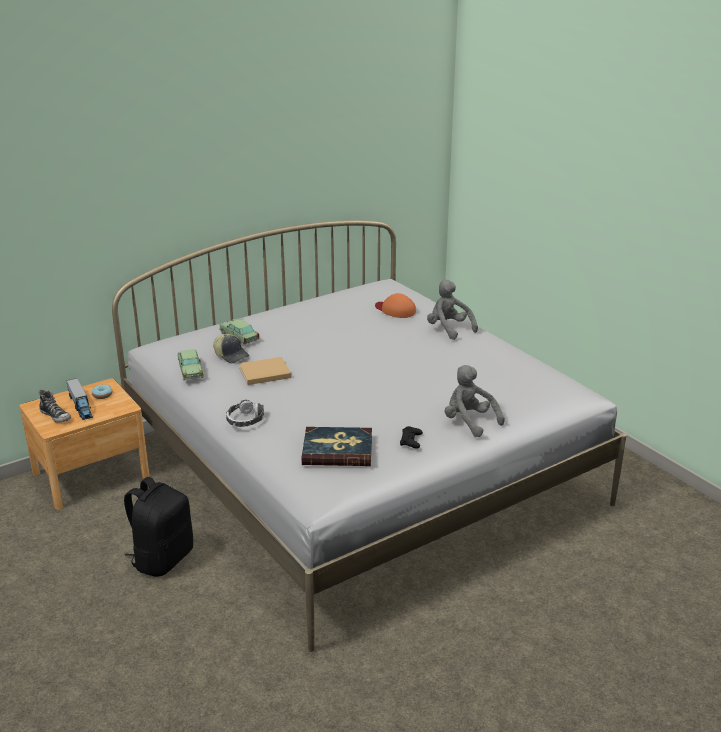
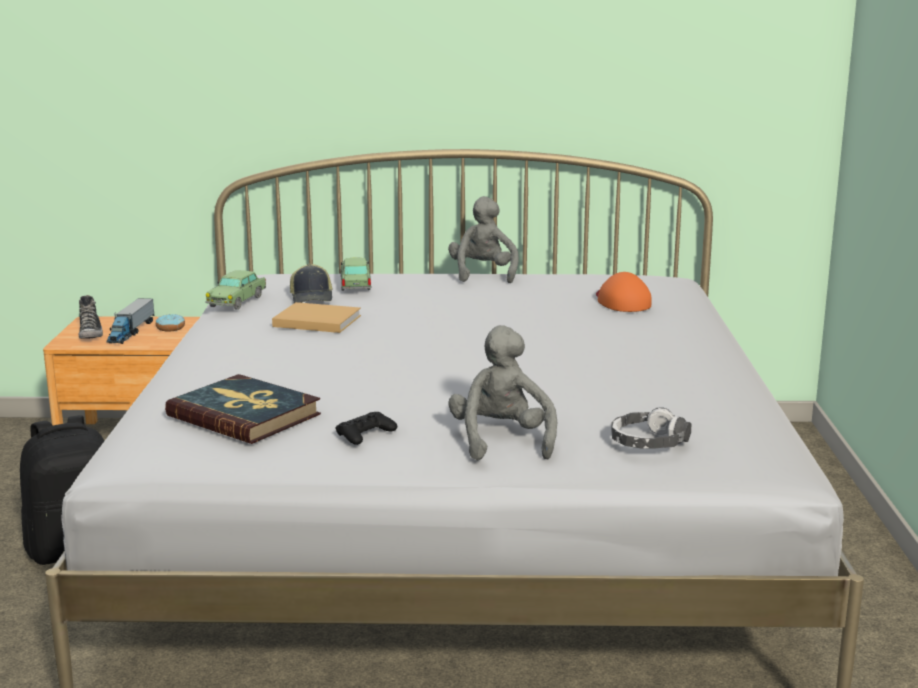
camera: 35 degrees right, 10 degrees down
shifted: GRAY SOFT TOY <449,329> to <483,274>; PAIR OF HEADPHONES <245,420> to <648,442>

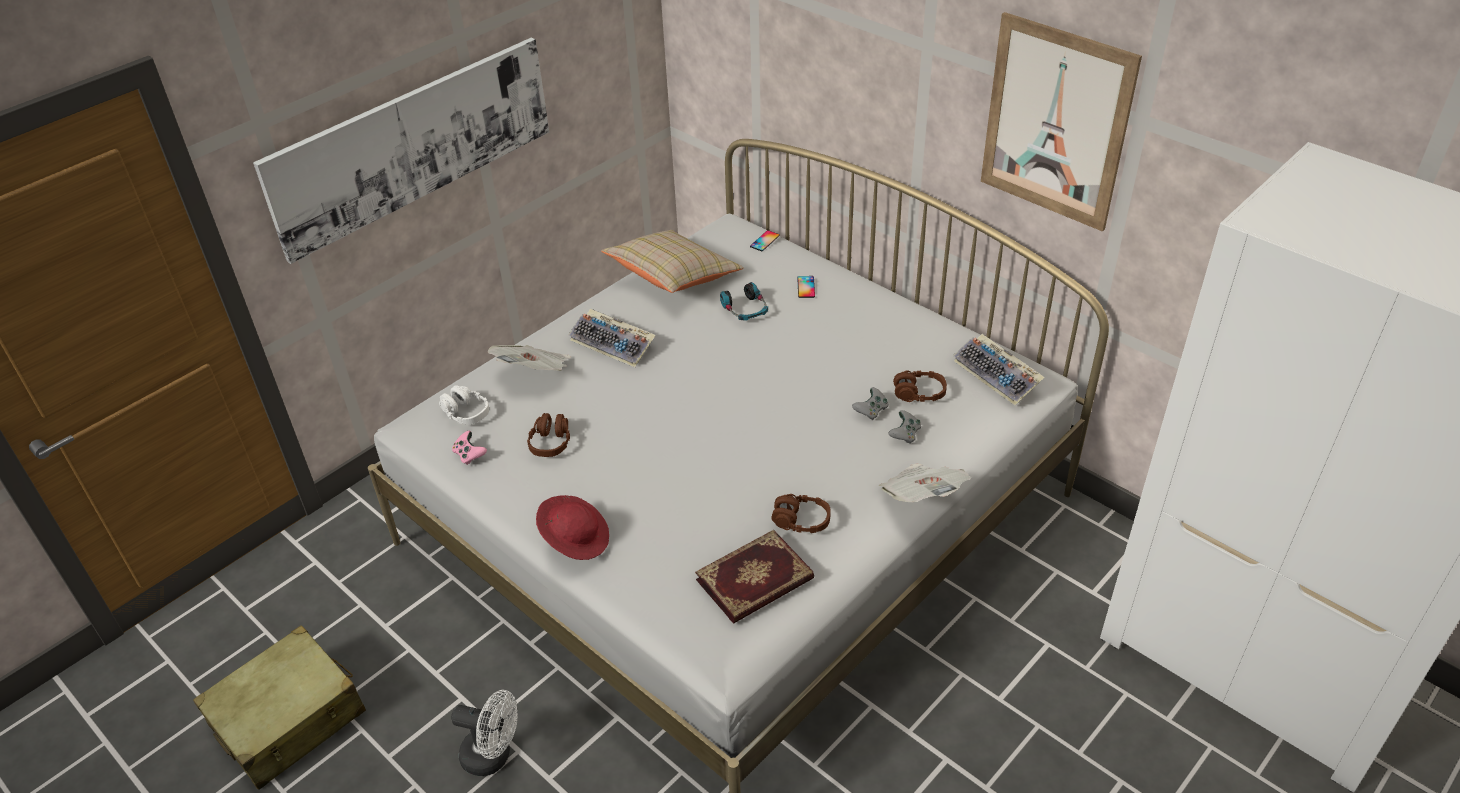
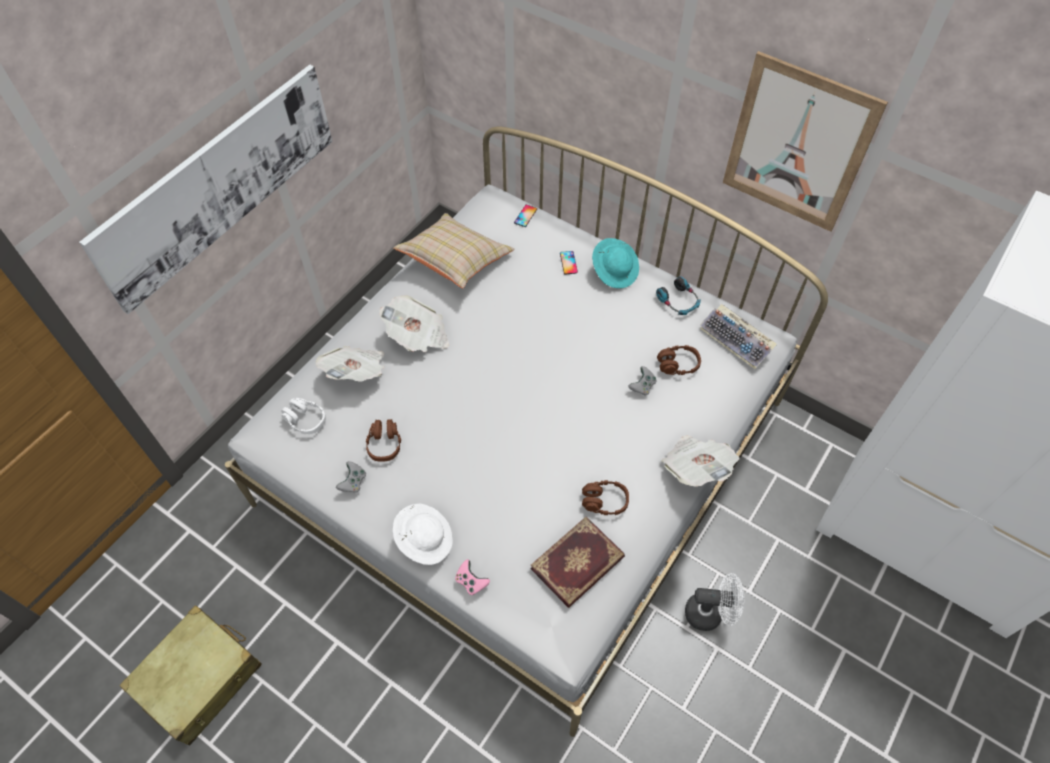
camera: 10 degrees left, 15 degrees up
new: TURQUOISE-COLOURED HAT <615,271>
shifted: PAIR OF HEADPHONES <745,310> to <678,301>; GRAY GAMEPAD <905,435> to <353,482>; PINK-COLOURED GAMEPAD <469,455> to <471,581>; WHITE-COLOURED ELECTRIC FAN <493,756> to <710,613>
swapped: PC KEYBOARD <614,343> to DAILY PAPER <418,336>
repainted: RED HAT <575,539> to WHITE-COLOURED HAT <424,539>

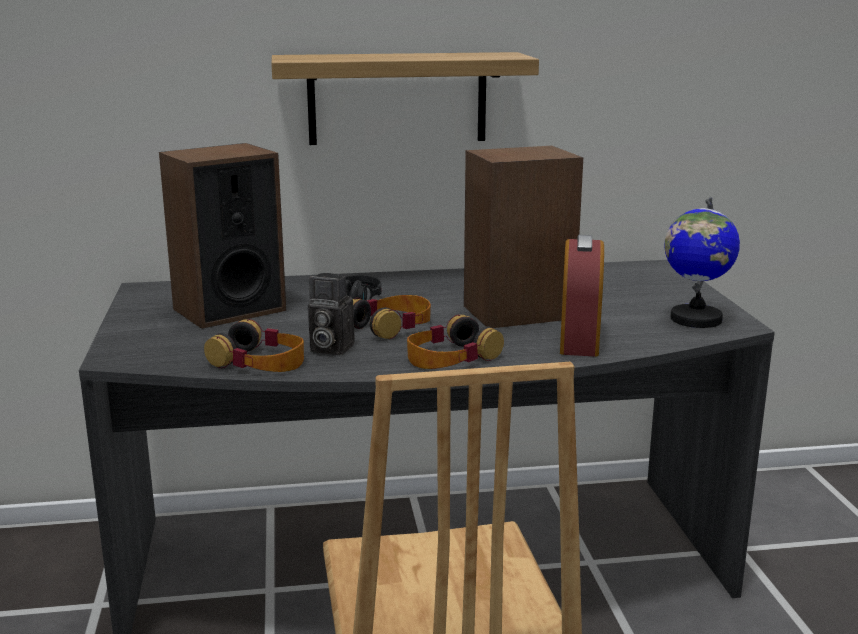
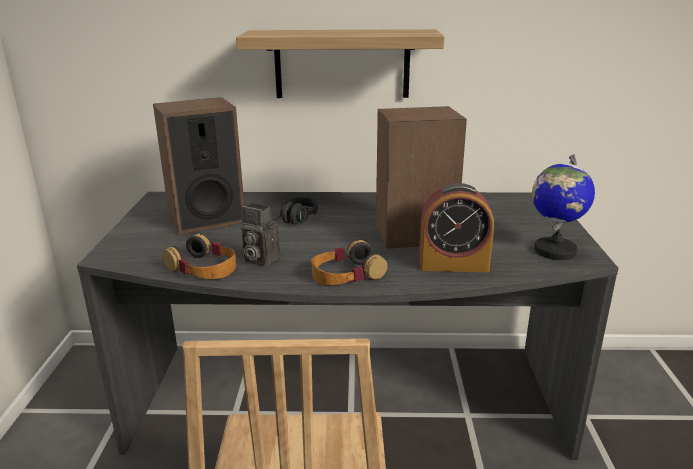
camera: 10 degrees right, 5 degrees up
gone: PAIR OF HEADPHONES <392,326>
rotated: TABLE CLOCK <579,340> = <453,264> 75 degrees clockwise

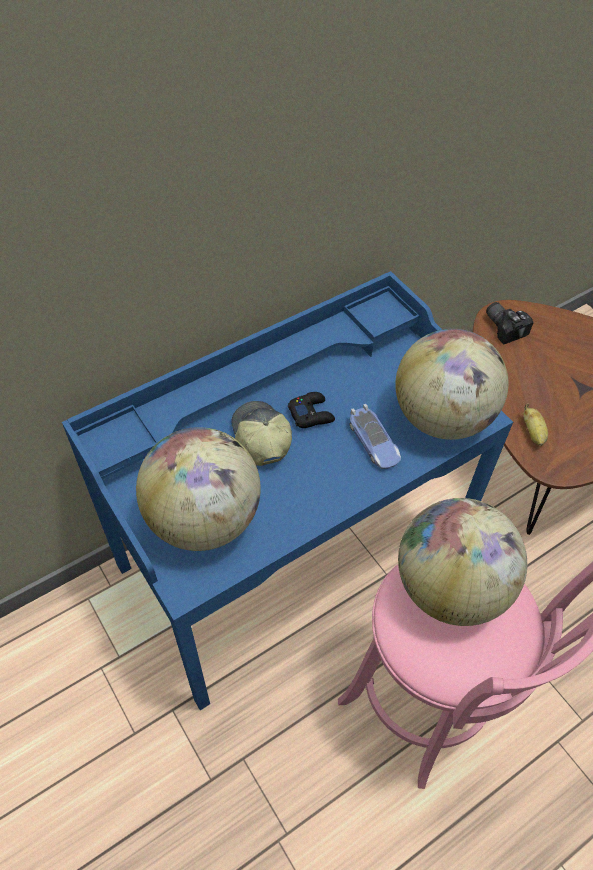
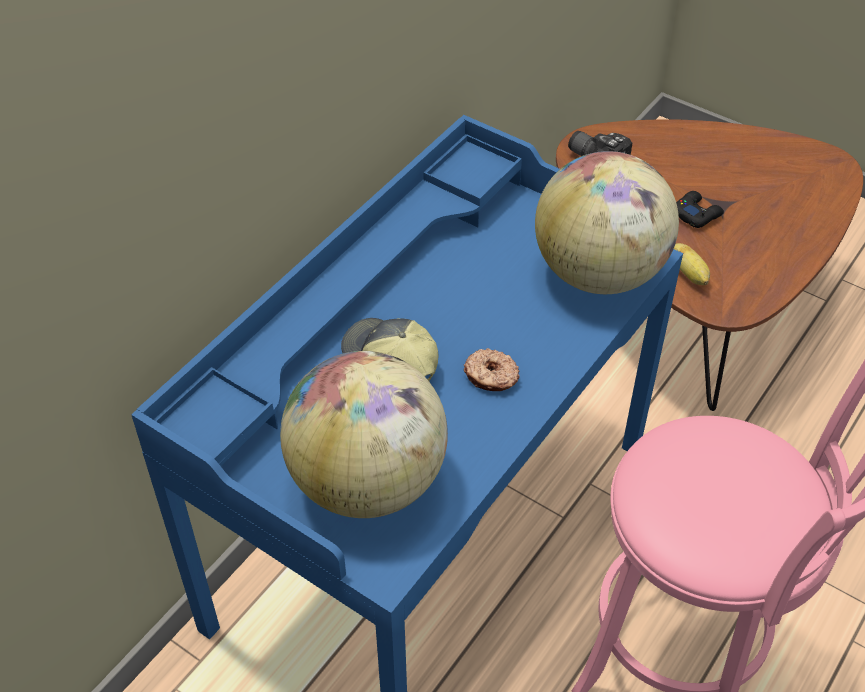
camera: 20 degrees left, 5 degrees down
gone: MINIATURE CAR <373,442>; WORLD GLOBE <450,587>
new: DONUT <491,377>
shifted: BLACKISH GAMEPAD <311,414> to <696,214>

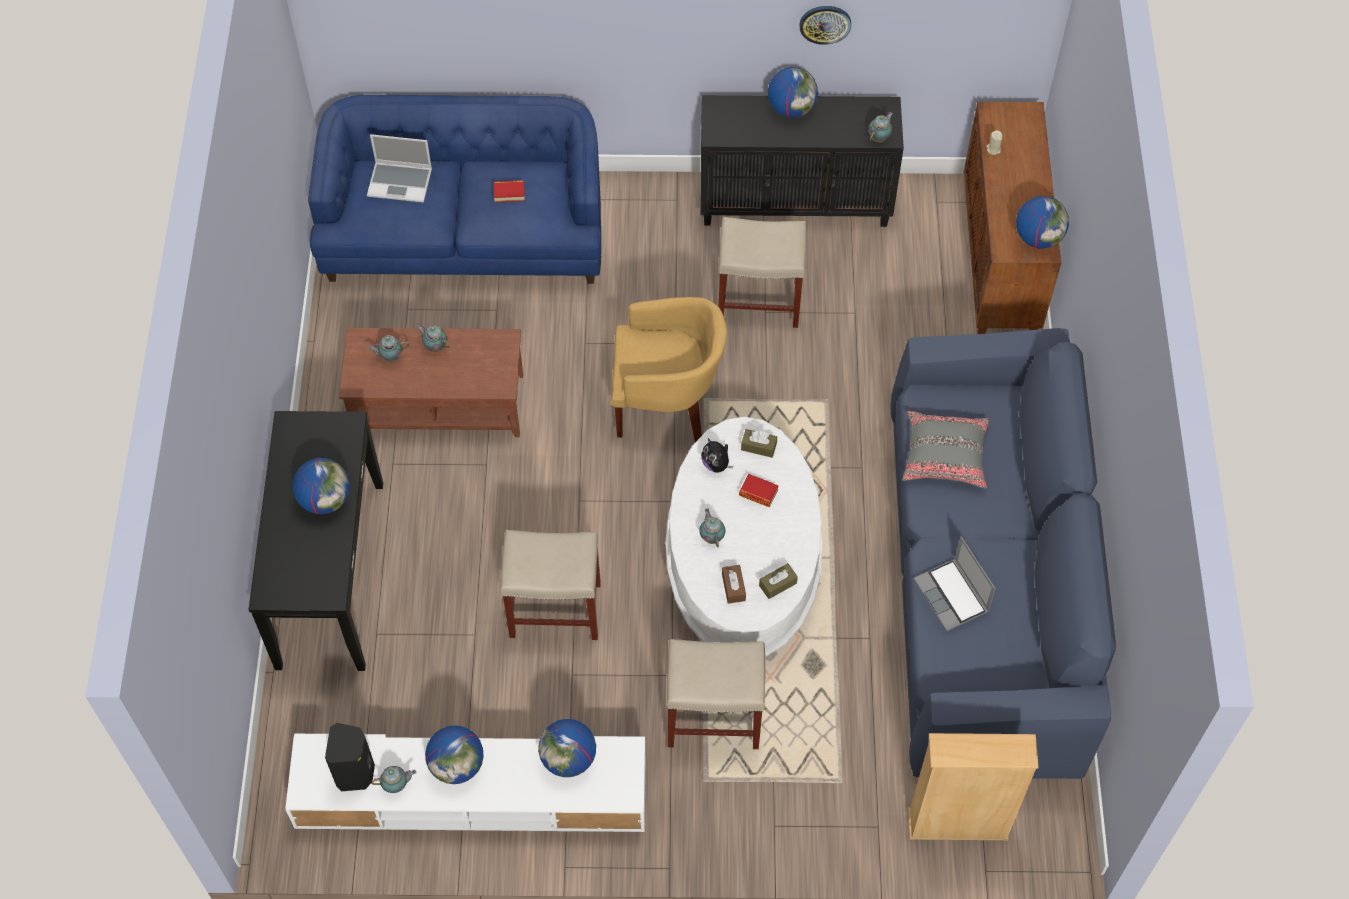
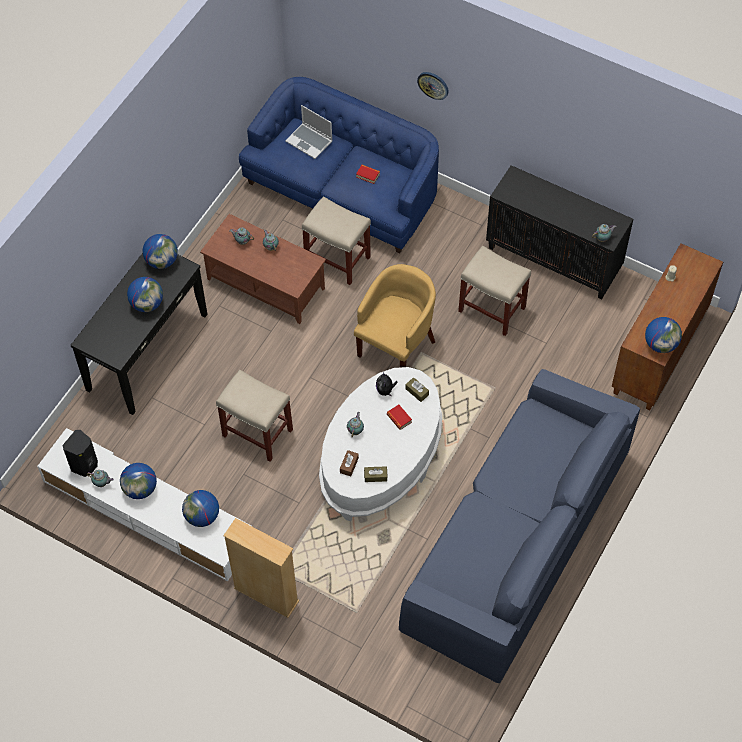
camera: 30 degrees right, 0 degrees up
gone: GRAY PILLOW <944,455>; PORTABLE COMPUTER <952,596>
shifted: CLOCK ON THE WALL <825,23> to <433,85>; WORLD GLOBE <791,108> to <162,261>; BEIGE STOOL <715,716> to <338,260>; BEIGE SHELVING UNIT <957,824> to <266,595>
rotated: YELLOW LOUNGE CHAIR <667,404> = <397,345> 90 degrees counterclockwise

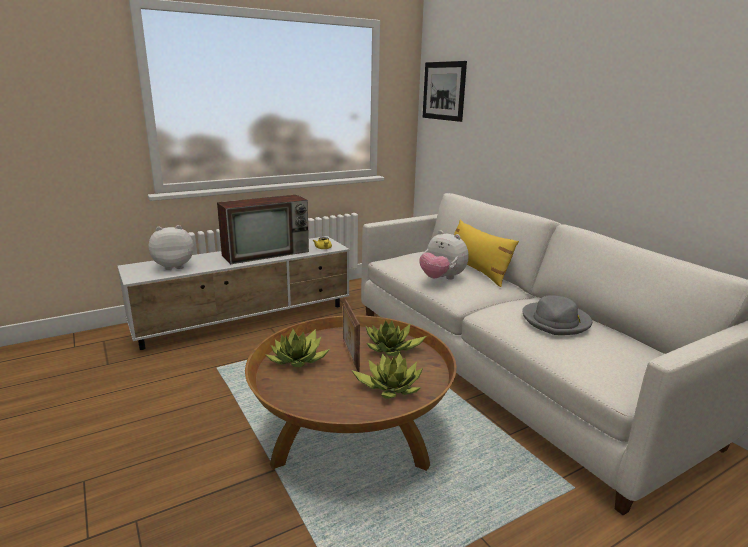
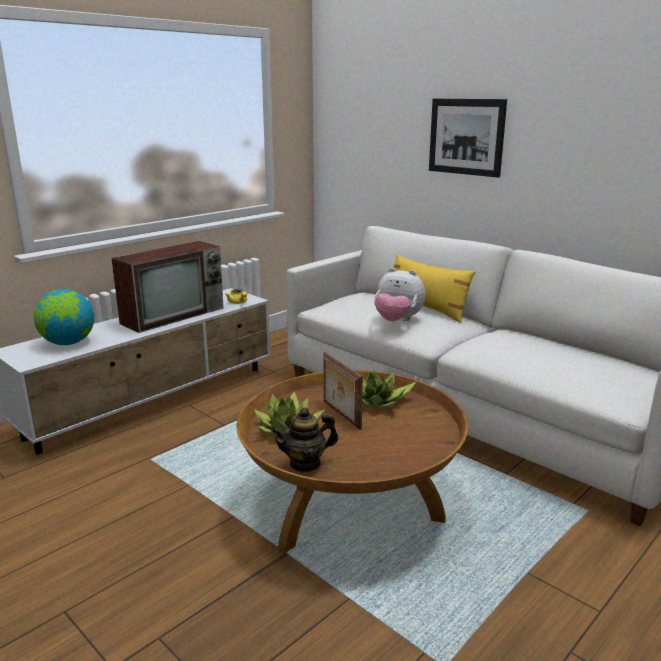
camera: 15 degrees left, 0 degrees up
gone: GRAY HAT <556,321>; PLANT IN A POT <390,387>
new: TEAPOT <305,463>
shifted: WALL ART <444,91> to <466,137>
swapped: SOFT TOY <174,266> to WORLD GLOBE <68,343>

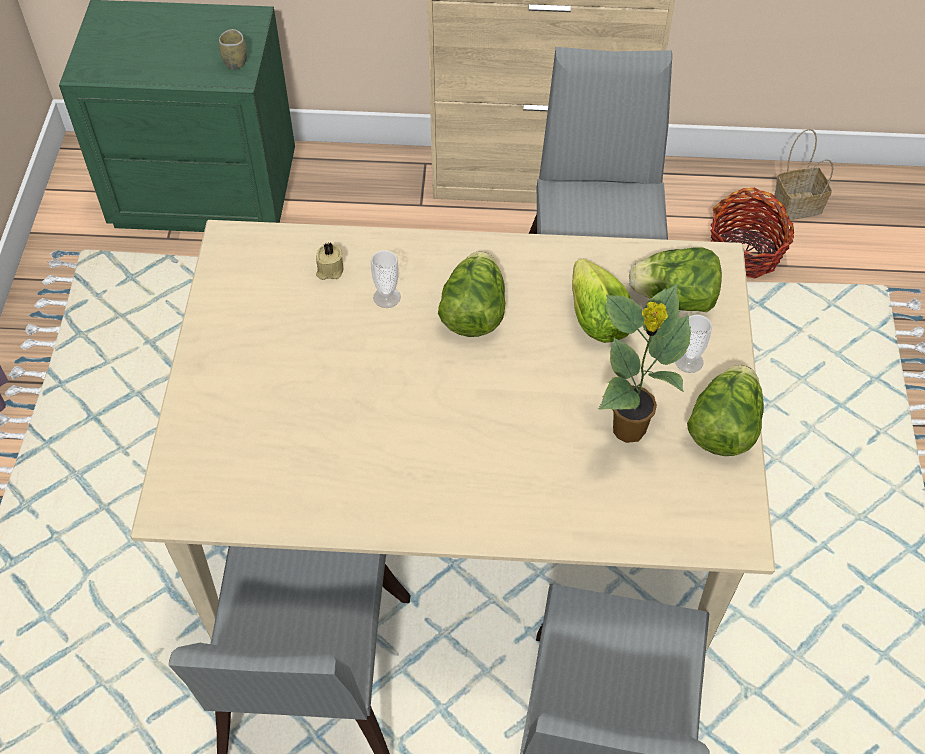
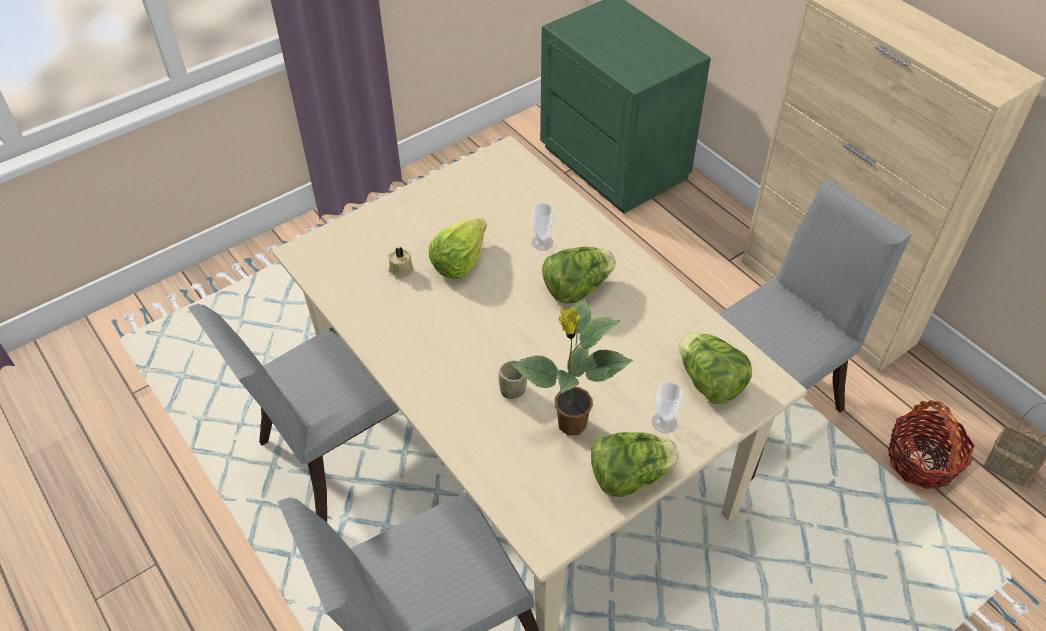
camera: 50 degrees right, 5 degrees down
shifted: CUP <235,62> to <513,390>; BEIGE WAX CANDLE <329,270> to <400,270>; LETTUCE HEAD <596,319> to <459,262>

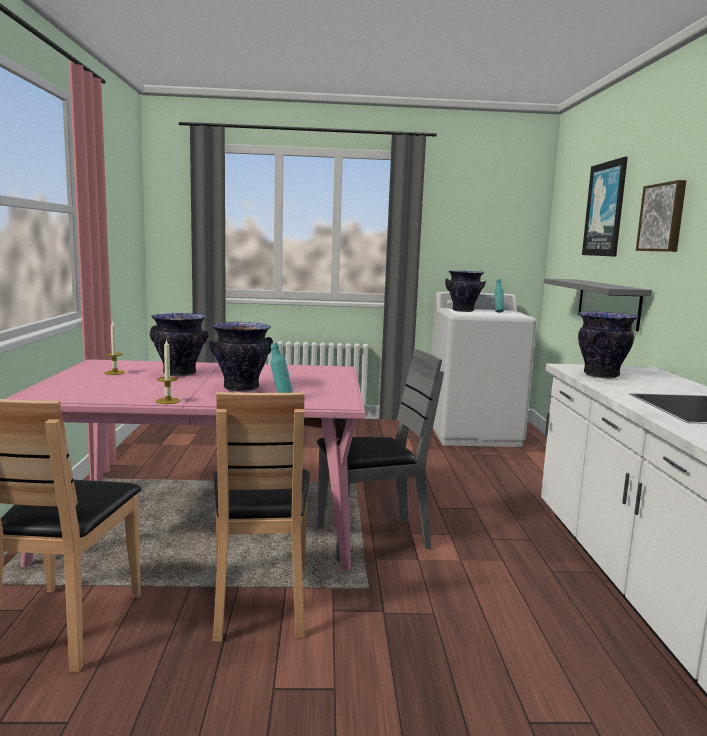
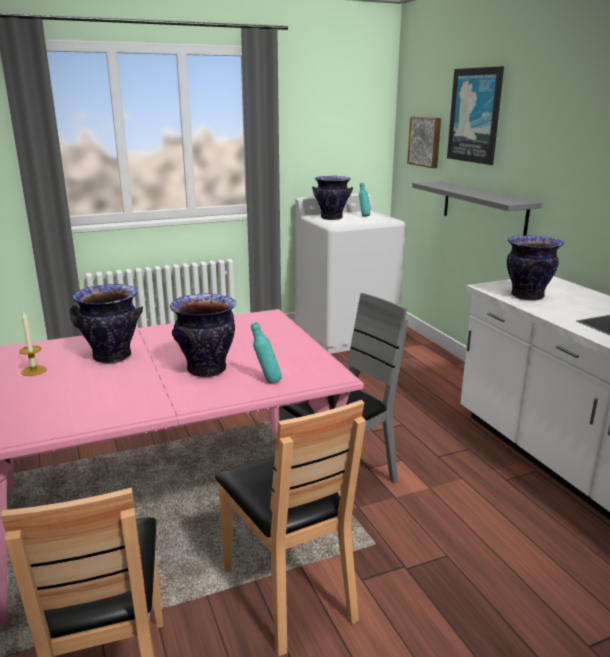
camera: 20 degrees left, 10 degrees up
gone: WAX CANDLE <168,401>
shifted: WALL ART <663,217> to <425,141>

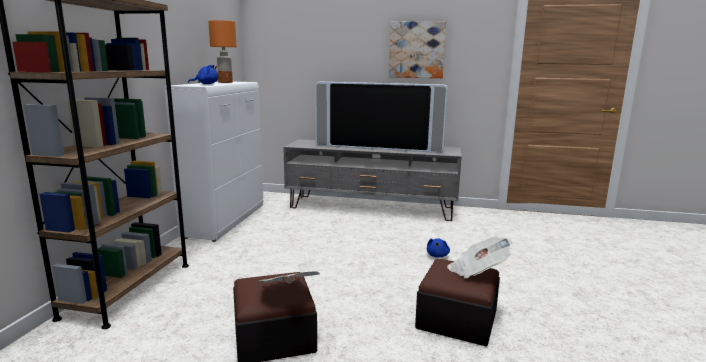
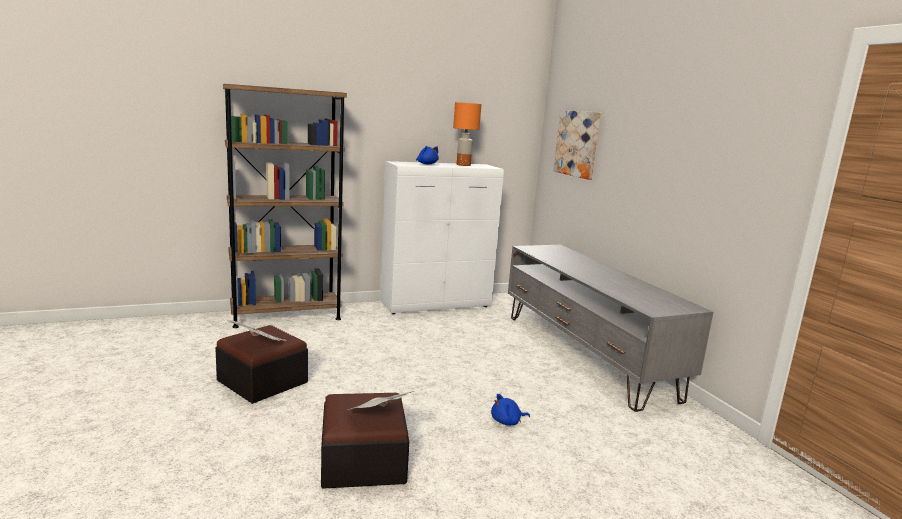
camera: 55 degrees right, 0 degrees up
gone: TV SET <378,148>
shifted: WALL ART <417,50> to <577,143>

